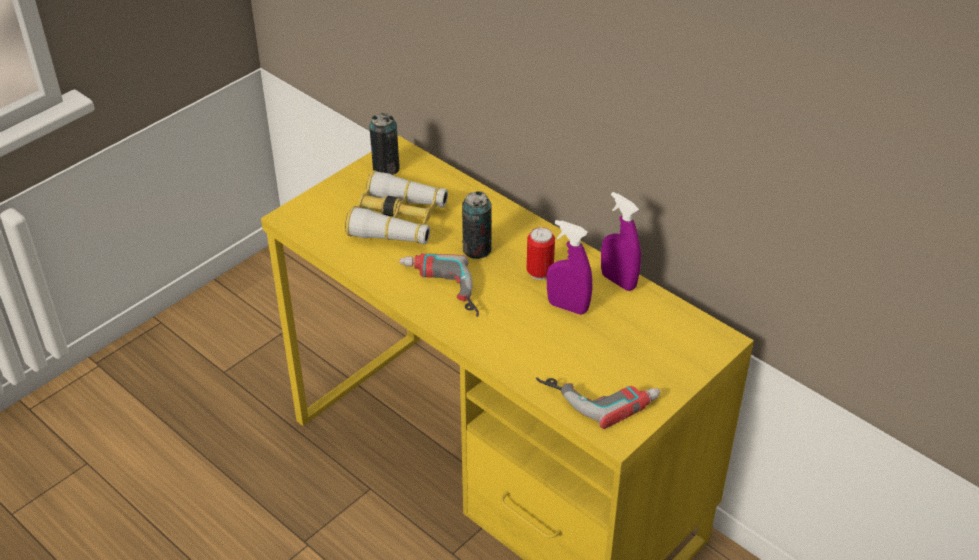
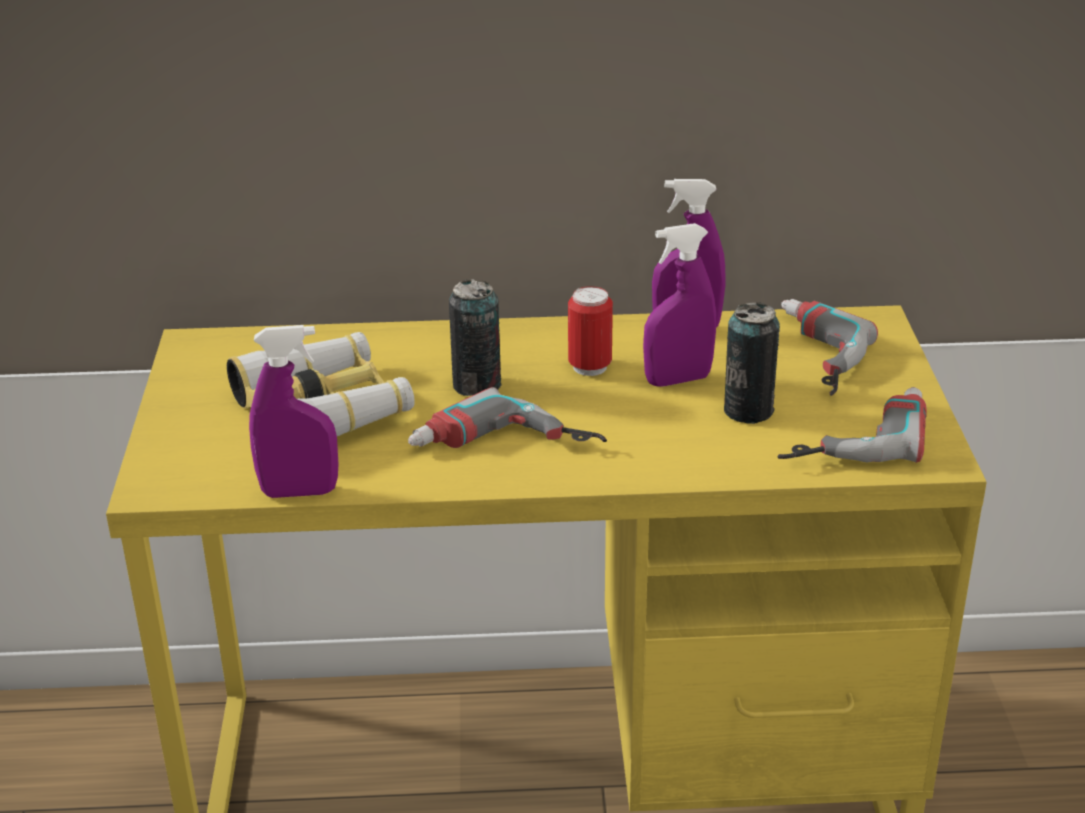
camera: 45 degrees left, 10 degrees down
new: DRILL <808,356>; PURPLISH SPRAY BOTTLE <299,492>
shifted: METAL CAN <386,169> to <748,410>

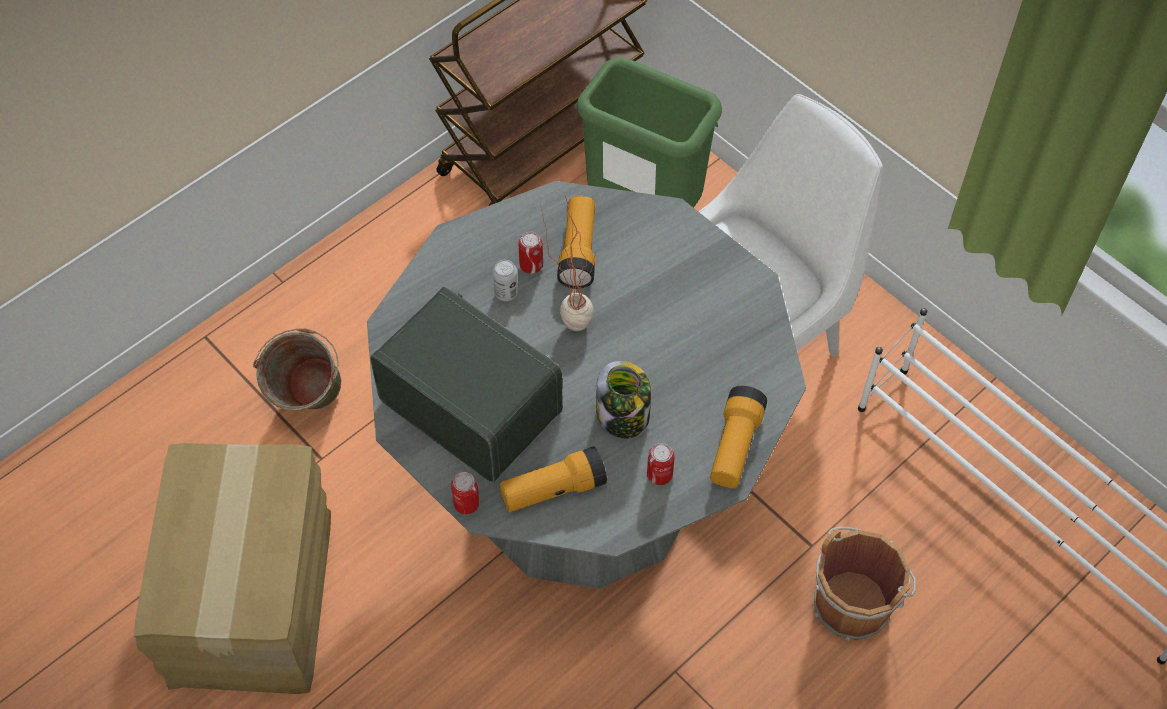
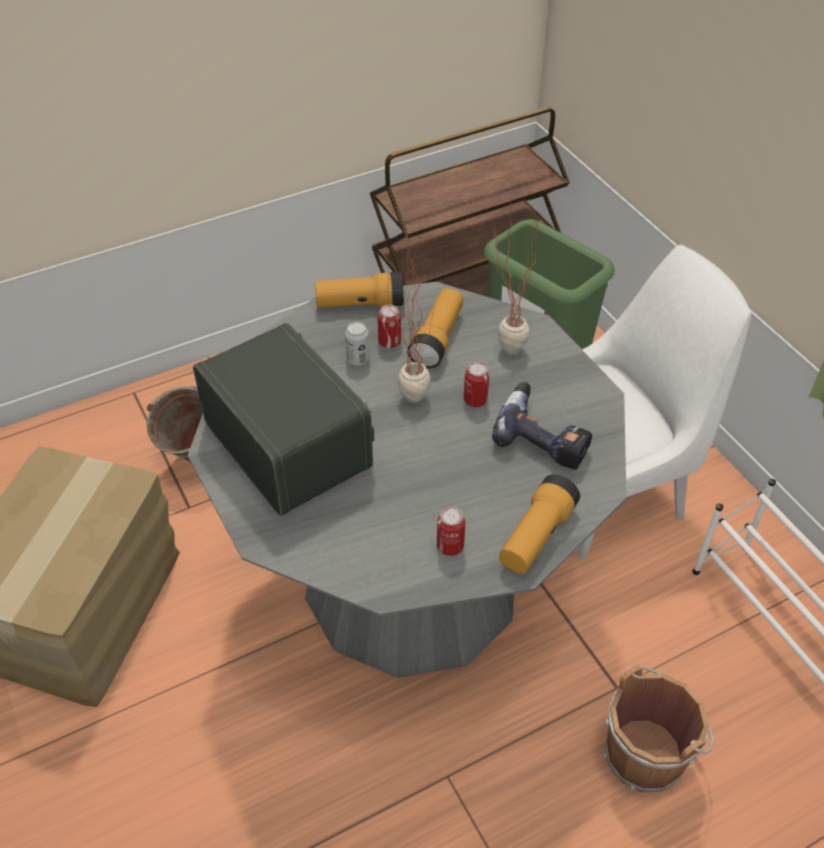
camera: 15 degrees right, 10 degrees down
gone: JAR <623,416>
new: PLANT IN A POT <501,350>; DRILL <543,435>
shifted: HAND TORCH <553,490> to <360,304>; METAL CAN <466,503> to <475,400>

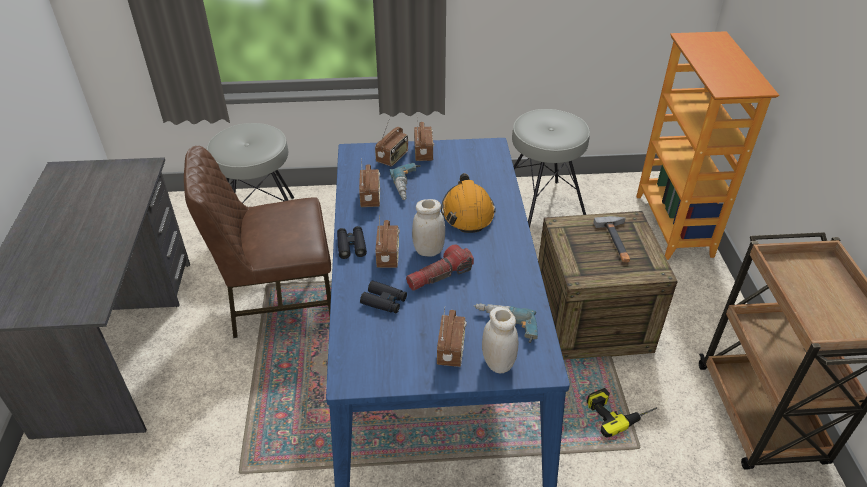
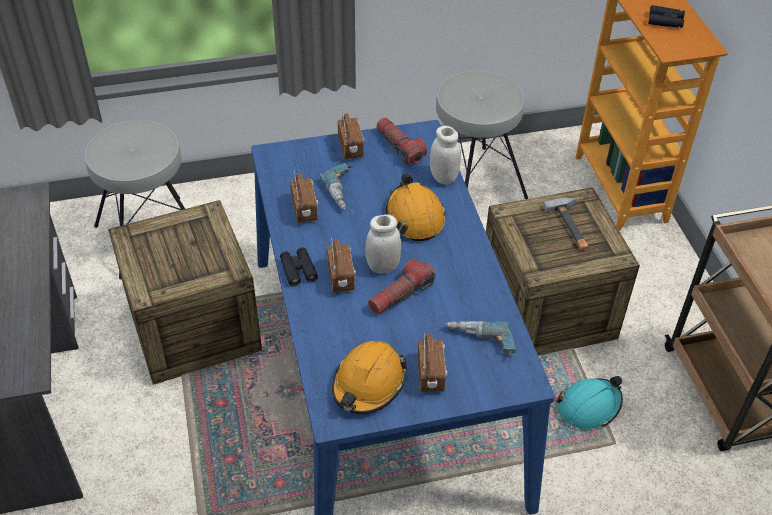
camera: 10 degrees left, 5 degrees up
gone: RADIO <393,158>
new: HAND TORCH <399,147>; ORANGE-COLOURED SAFETY HELMET <368,384>
shifted: BLACKISH BINOCULARS <384,301> to <665,21>; WHITE-COLOURED JAR <498,363> to <443,177>
swapped: BROWN-COLOURED UPRIGHT CHAIR <279,299> to SHIPPING CRATE <194,327>; DRILL <618,410> to TURQUOISE-COLOURED SAFETY HELMET <589,407>

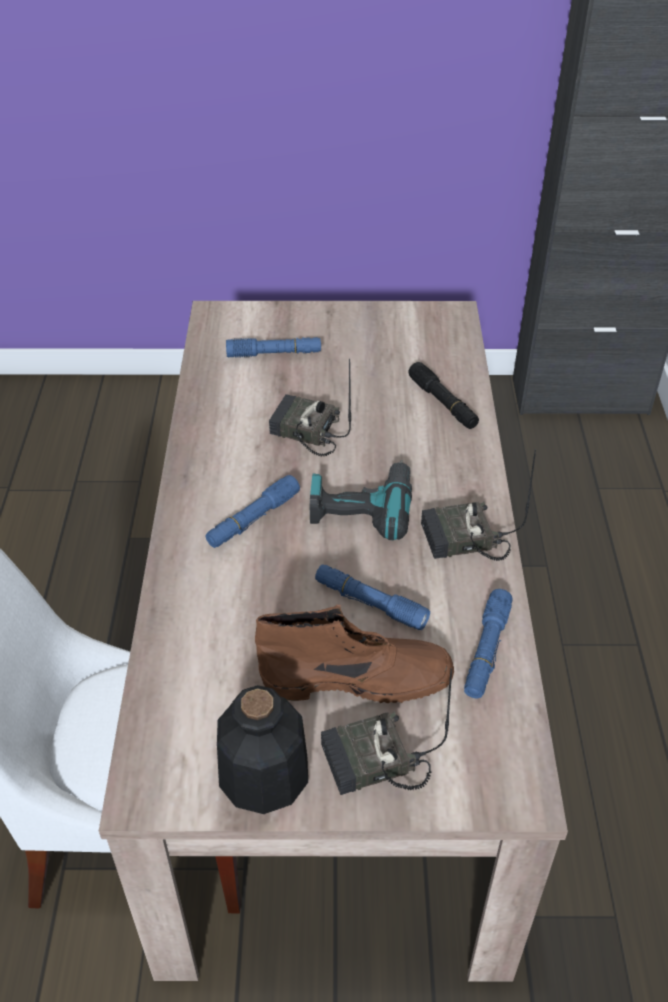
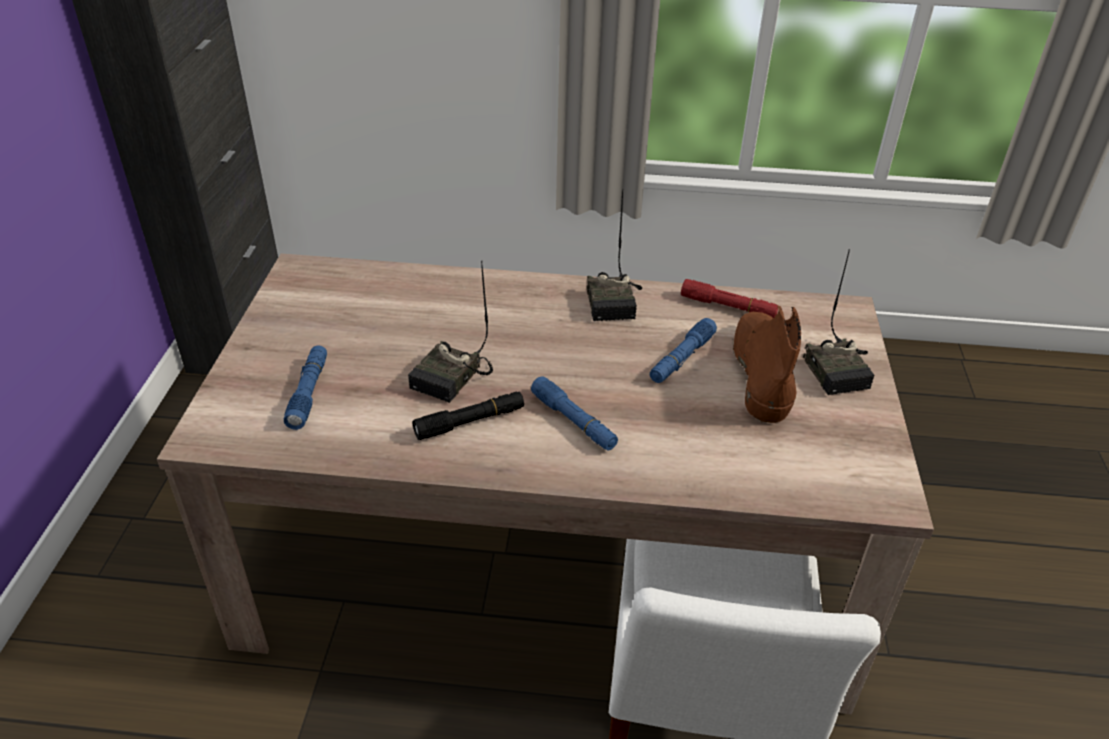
camera: 85 degrees left, 5 degrees down
gone: DRILL <361,507>; BEVERAGE BOTTLE <263,774>
shifted: BLACKISH HAND TORCH <442,403> to <470,422>
repainted: BLUE-COLOURED HAND TORCH <486,650> to RED HAND TORCH <728,307>

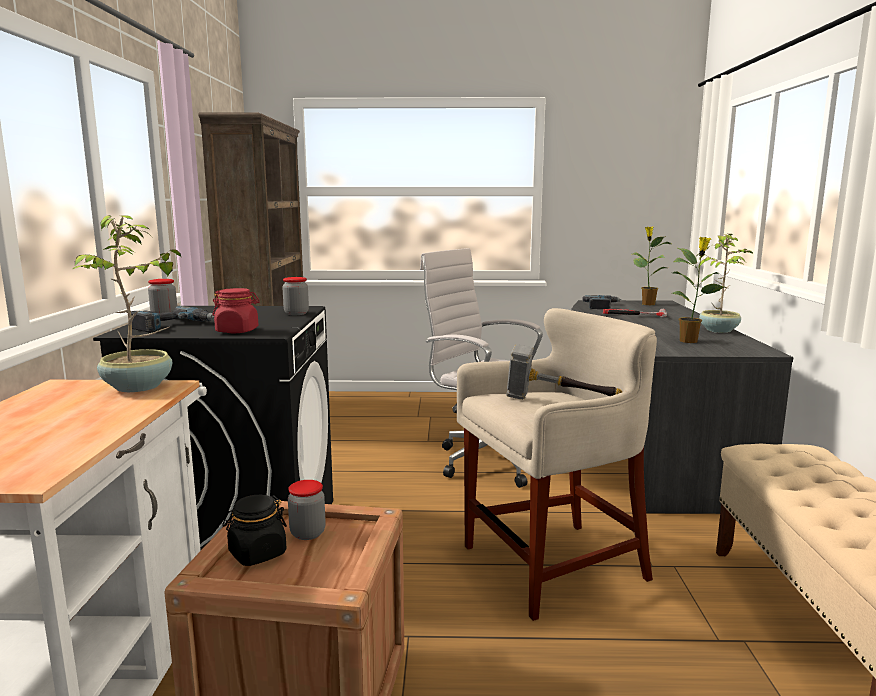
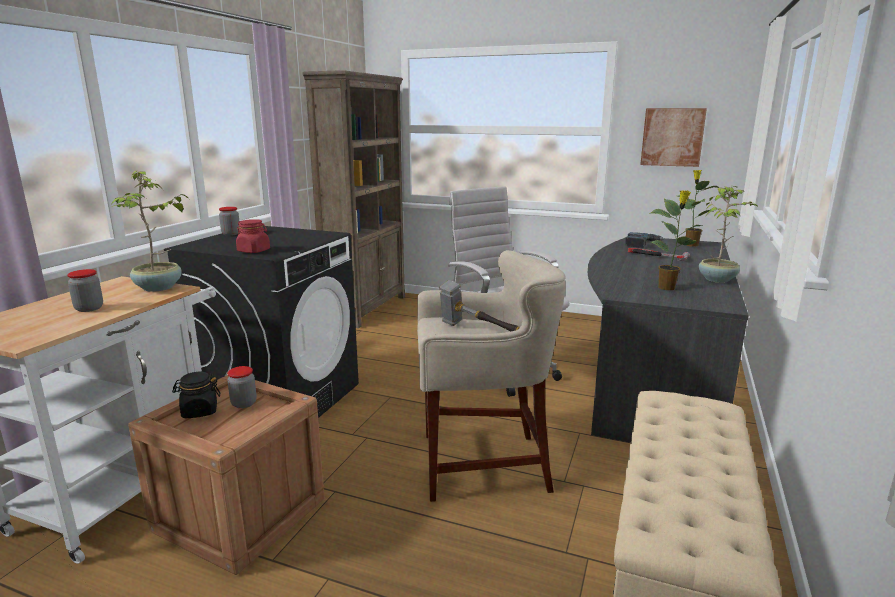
camera: 20 degrees right, 5 degrees up
gone: DRILL <173,325>
new: WALL ART <672,137>
shifted: JAR <296,313> to <89,308>

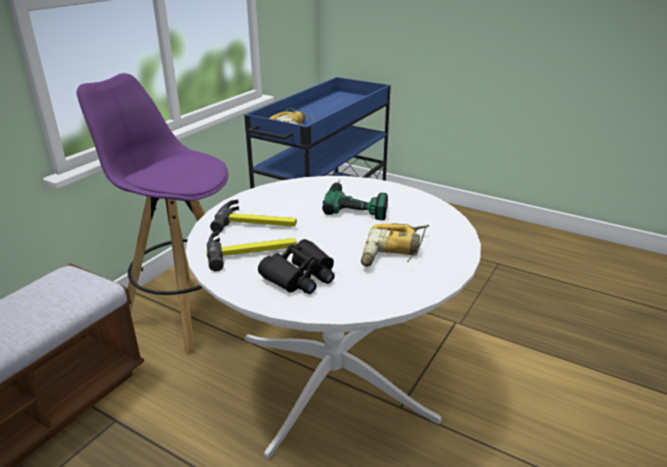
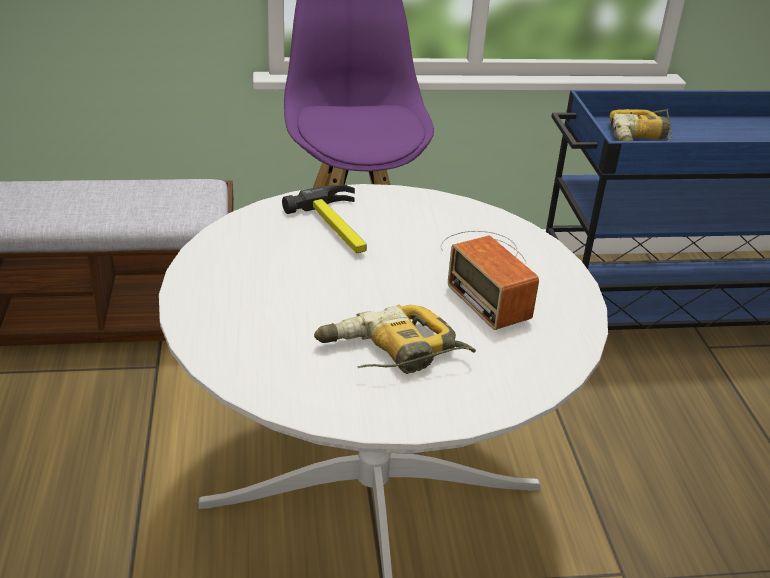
camera: 50 degrees right, 5 degrees up
gone: HAND HAMMER <252,251>; BLACKISH BINOCULARS <300,276>
swapped: DRILL <356,202> to RADIO <489,273>

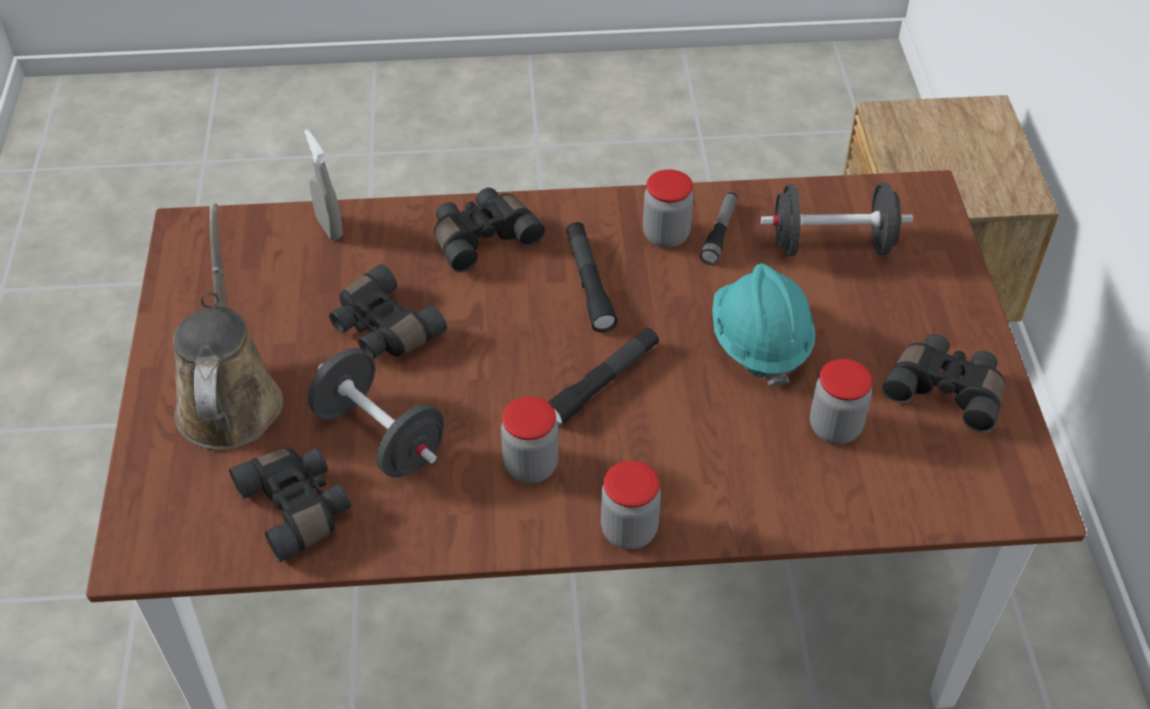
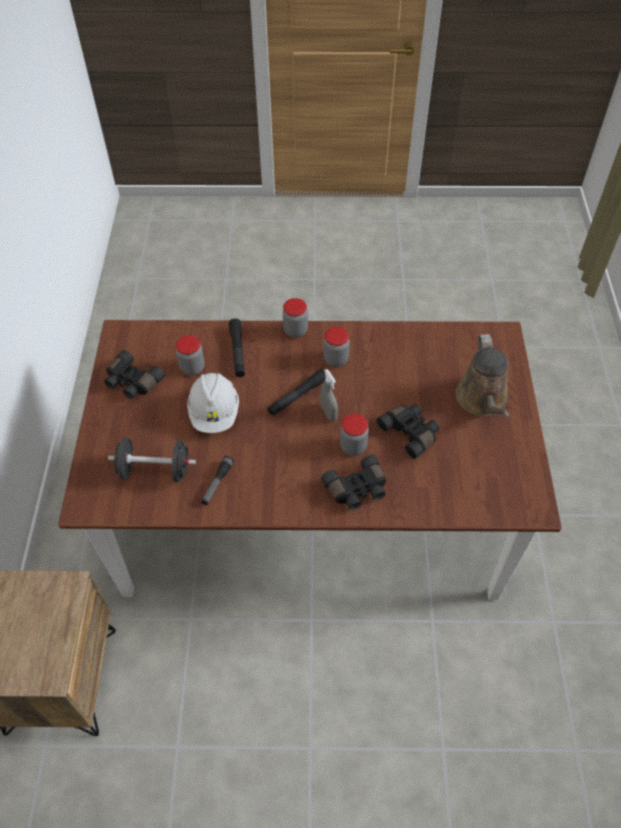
camera: 175 degrees left, 5 degrees up
gone: BLACKISH HAND WEIGHT <379,436>; BLACKISH BINOCULARS <298,508>
shifted: GRAY SPRAY BOTTLE <329,227> to <328,413>; JAR <666,235> to <353,446>; BLACKISH HAND TORCH <589,283> to <237,352>
repainted: TURQUOISE-COLOURED SAFETY HELMET <759,342> to WHITE-COLOURED SAFETY HELMET <214,413>

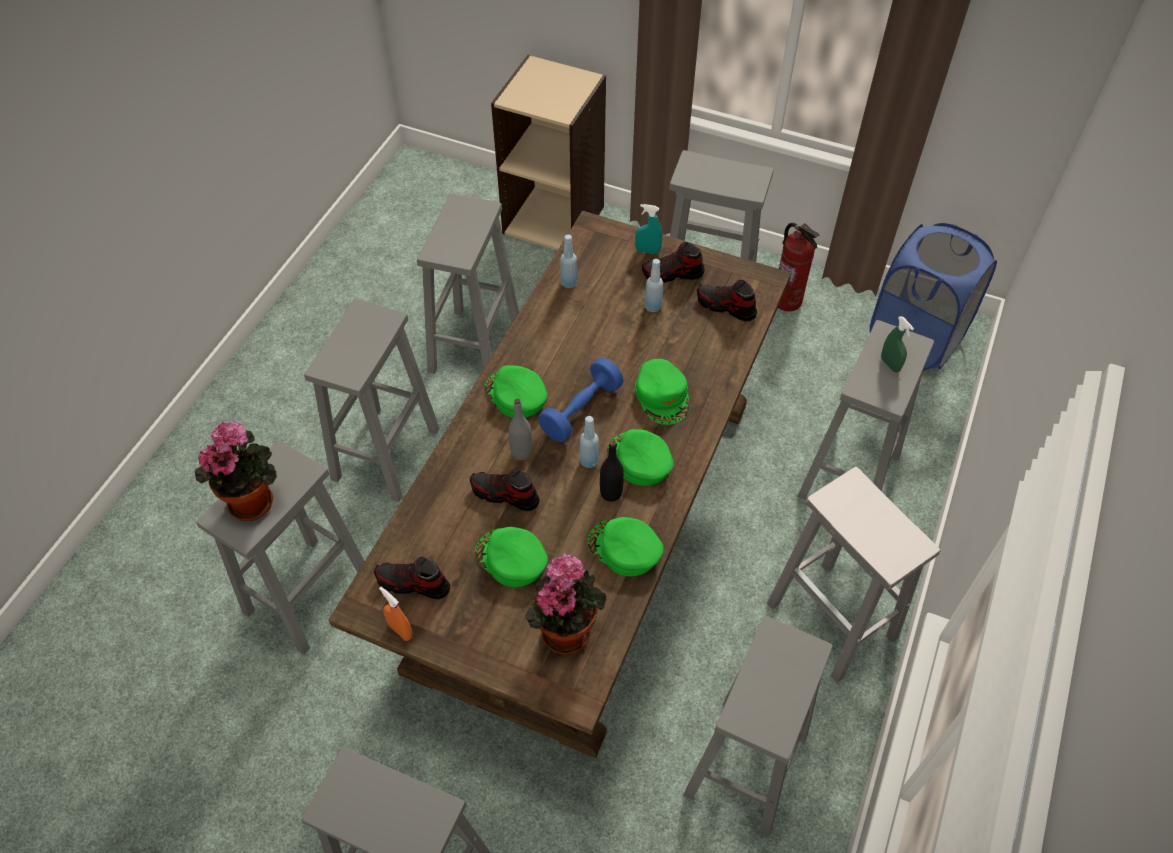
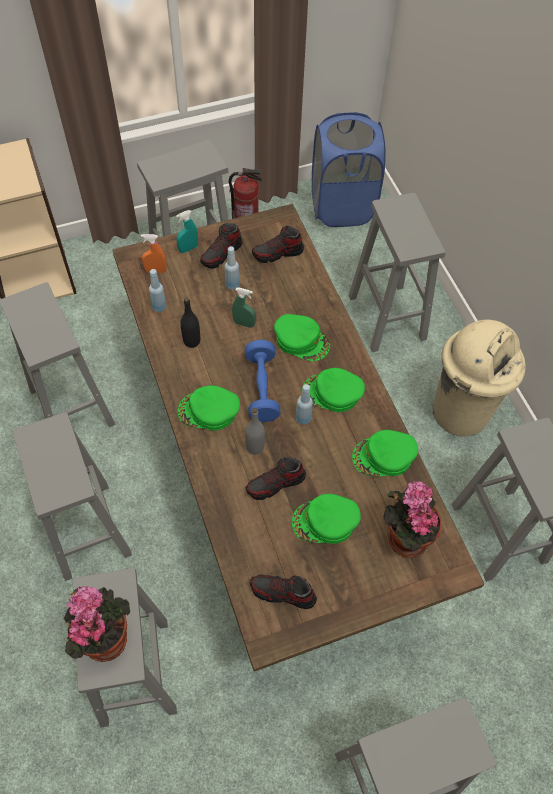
camera: 45 degrees left, 5 degrees up
shifted: GREEN-COLOURED SPRAY BOTTLE <890,364> to <244,323>; BLACKISH BEVERAGE BOTTLE <611,493> to <191,341>; ORANGE-COLOURED SPRAY BOTTLE <400,630> to <155,271>
swapped: WHITE-COLOURED STOOL <833,622> to BEIGE TRASH CAN <461,411>
rotated: SHOE <413,584> = <283,593> 45 degrees clockwise

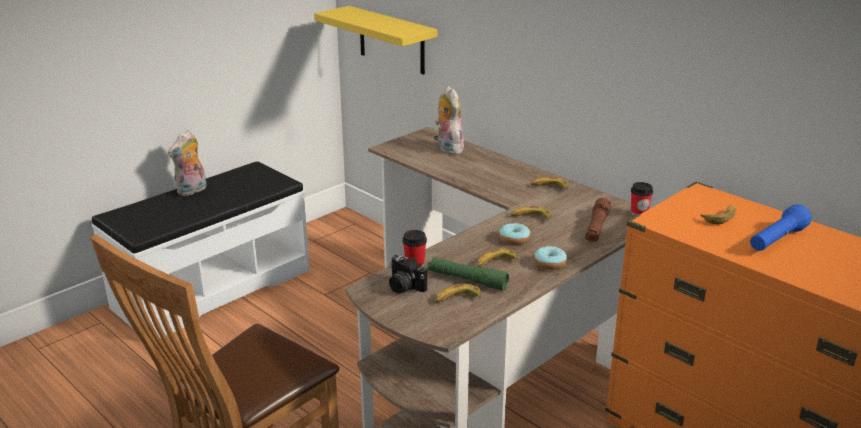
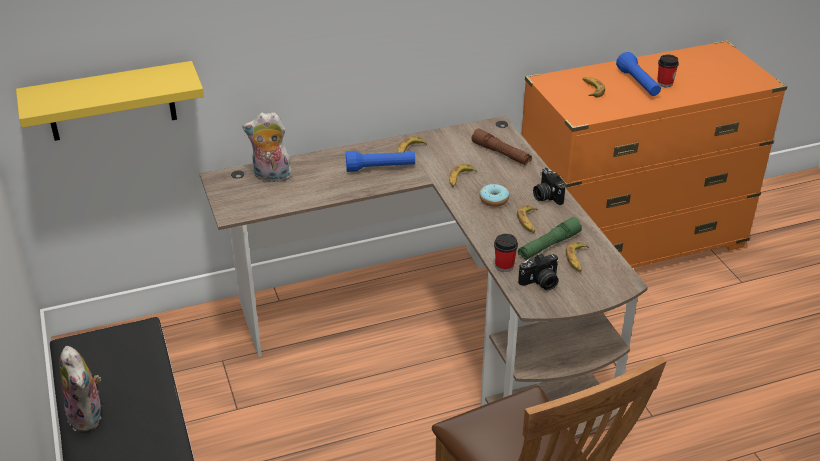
camera: 65 degrees left, 10 degrees up
new: BLUE-COLOURED HAND TORCH <380,168>
shifted: CUP <639,213> to <665,83>
swapped: DONUT <549,263> to PHOTO CAMERA <546,196>

